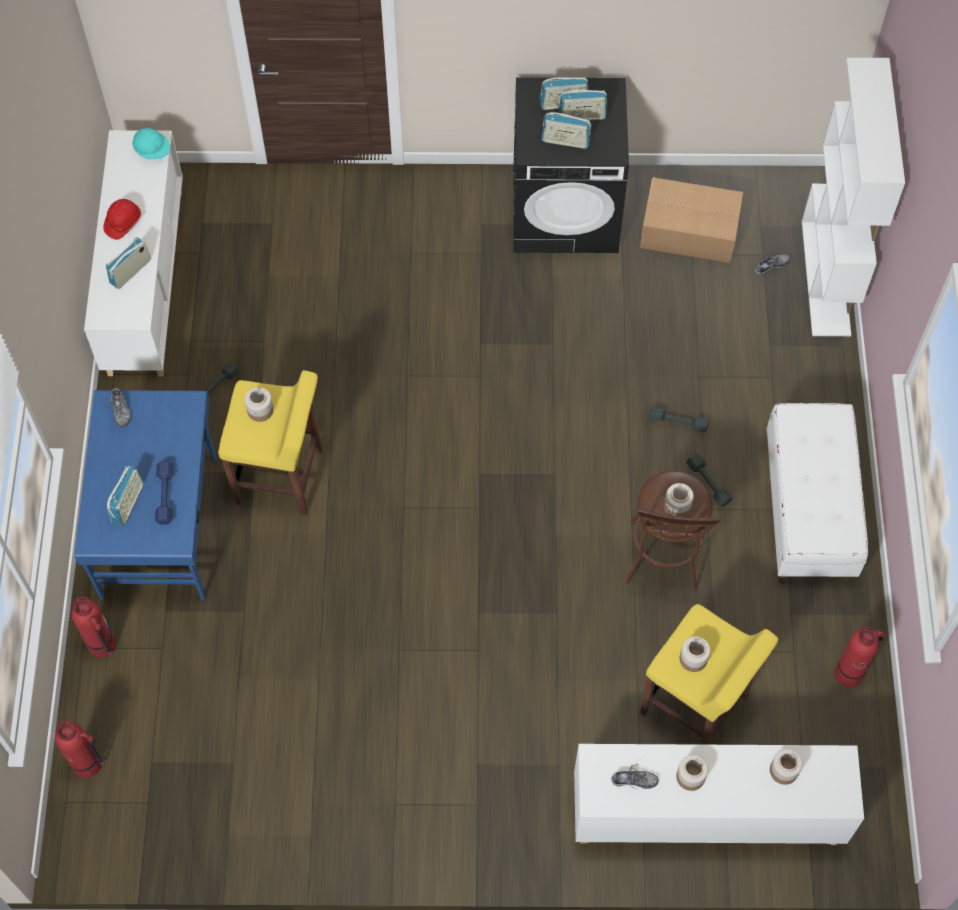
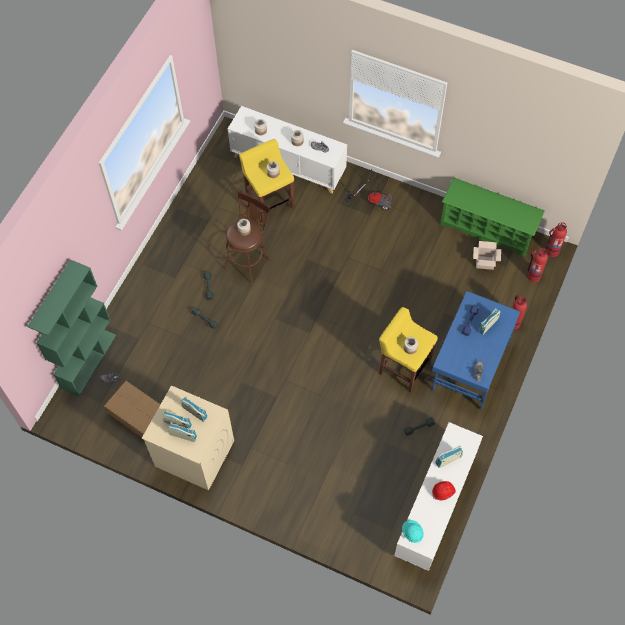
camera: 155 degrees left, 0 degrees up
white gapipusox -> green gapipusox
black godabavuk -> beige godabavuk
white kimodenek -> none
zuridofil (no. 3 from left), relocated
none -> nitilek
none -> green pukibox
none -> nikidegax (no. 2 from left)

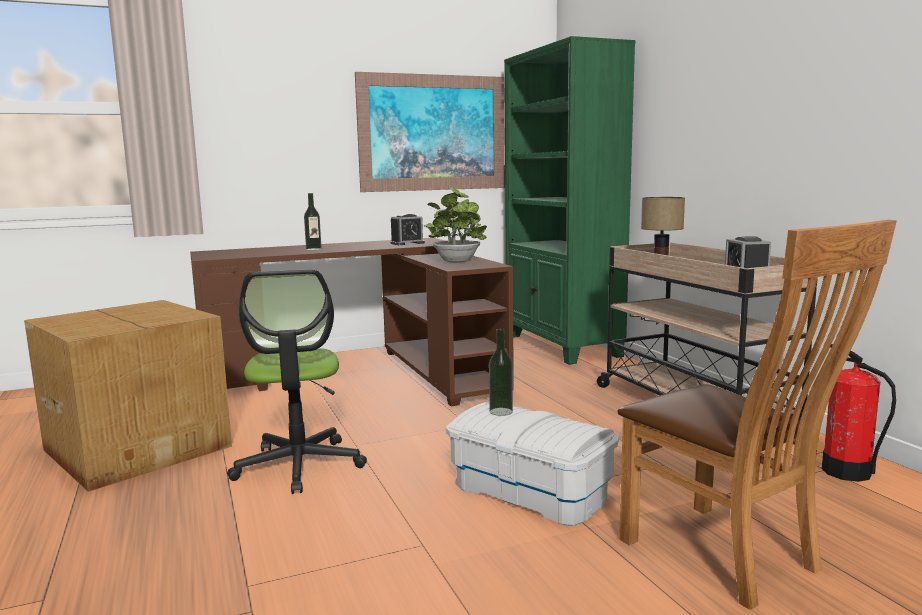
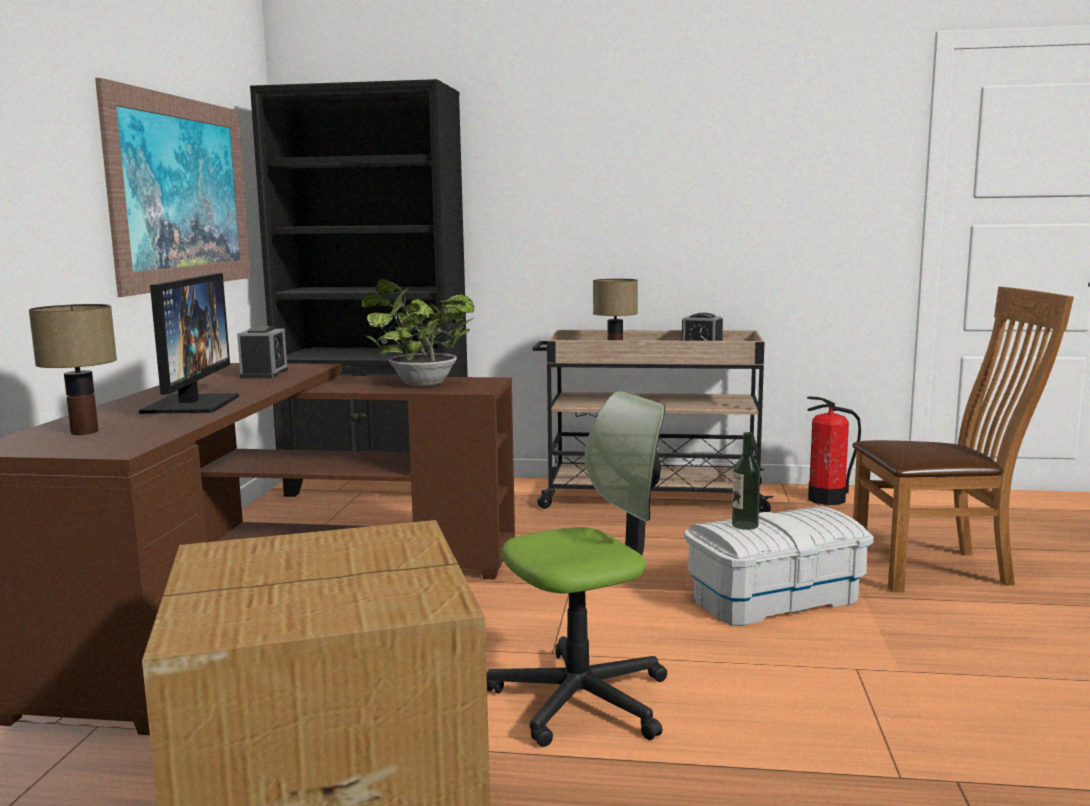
camera: 60 degrees left, 0 degrees up
green gapipusox -> black gapipusox
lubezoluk (no. 1 from left) -> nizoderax
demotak, 45 degrees counterclockwise
none -> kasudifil (no. 1 from left)

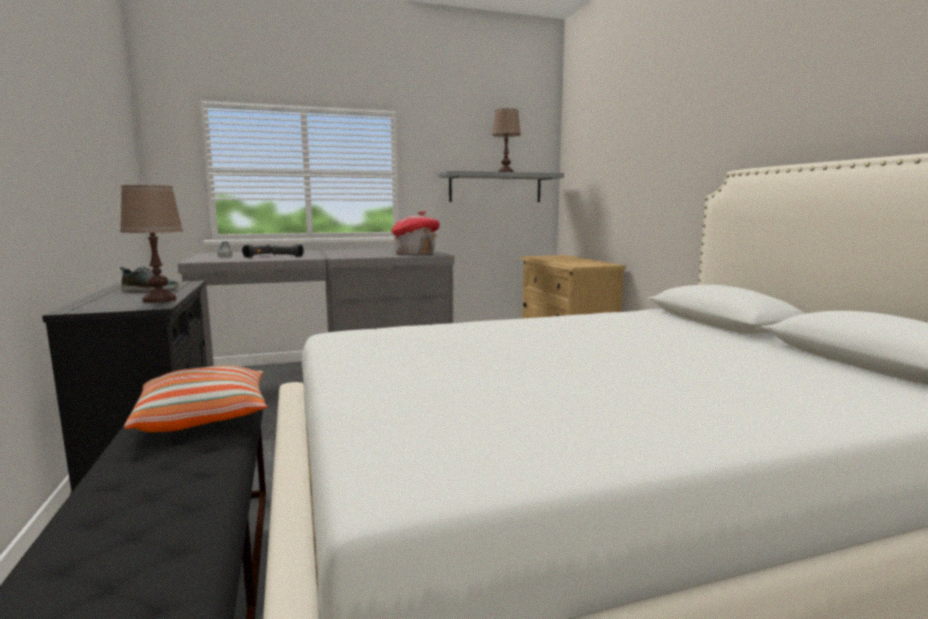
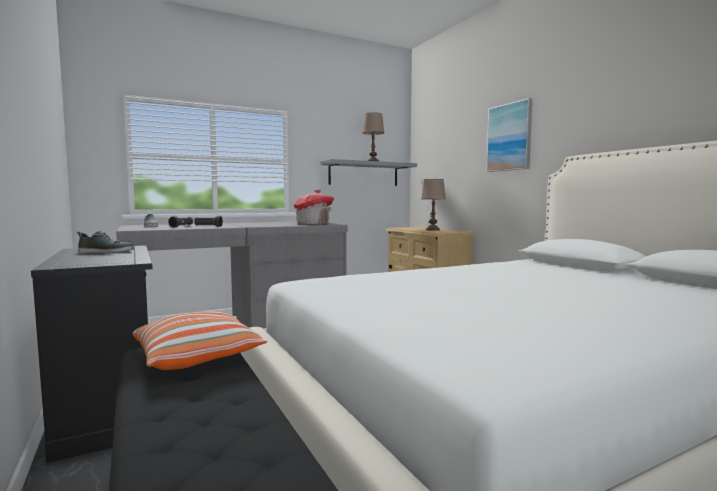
camera: 10 degrees left, 5 degrees down
brown kasudifil (no. 1 from left in the first image) -> brown kasudifil (no. 2 from left), relocated
none -> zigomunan

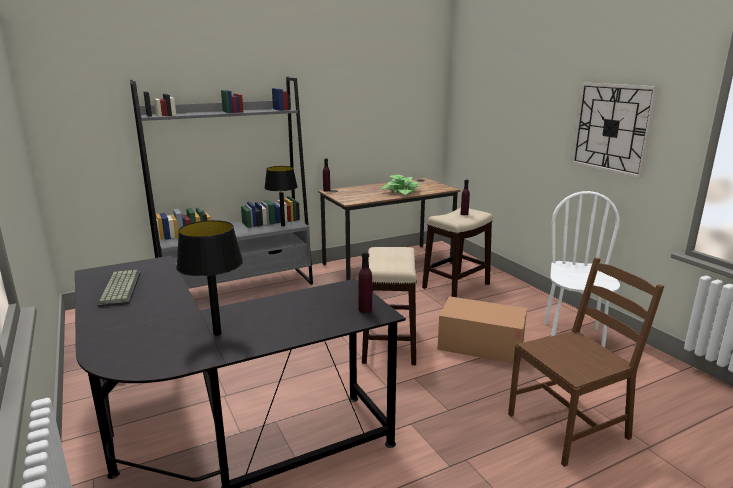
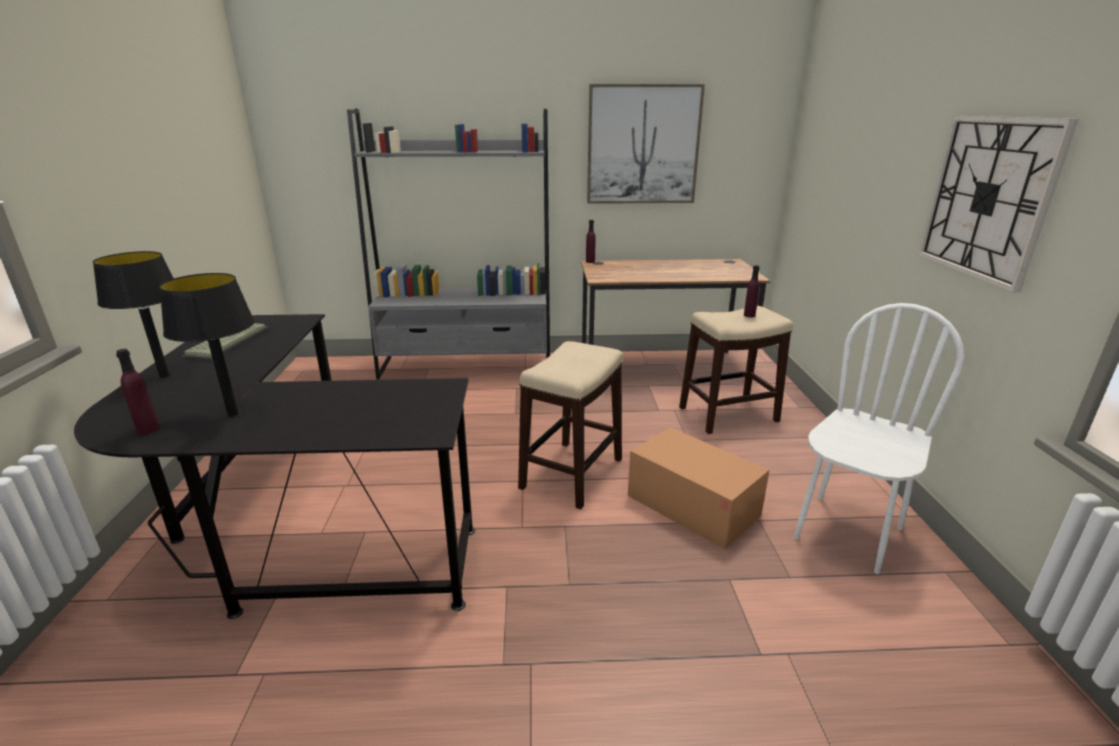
camera: 25 degrees right, 5 degrees up
black kasudifil (no. 2 from left in the first image) -> black kasudifil (no. 1 from left), relocated
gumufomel -> none
purple lubezoluk (no. 2 from left in the first image) -> purple lubezoluk (no. 1 from left), relocated
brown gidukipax -> none
none -> zigomunan

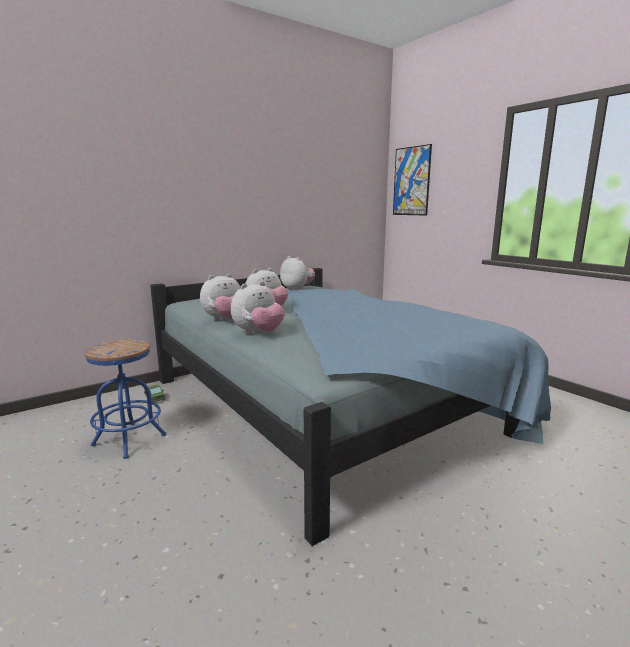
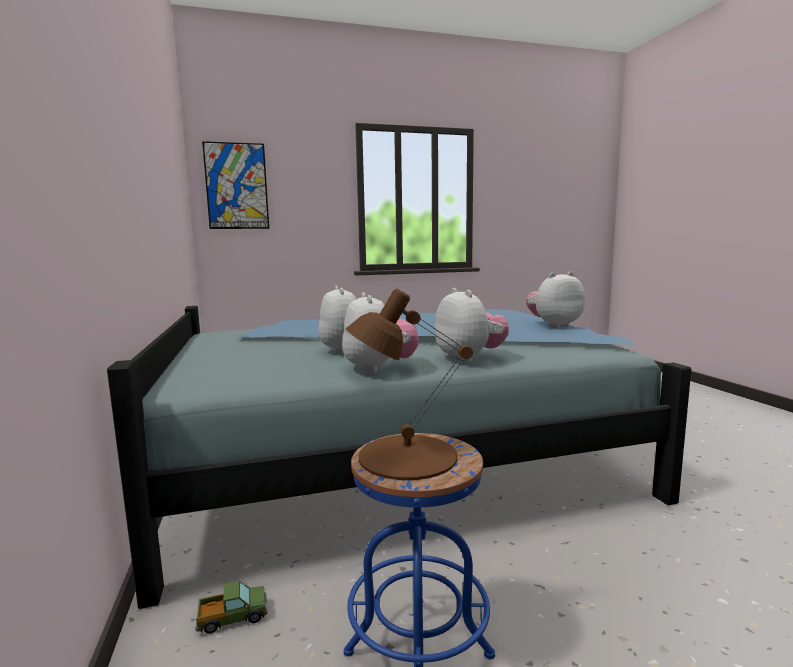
camera: 70 degrees left, 5 degrees down
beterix (no. 4 from left), relocated
none -> brown kasudifil

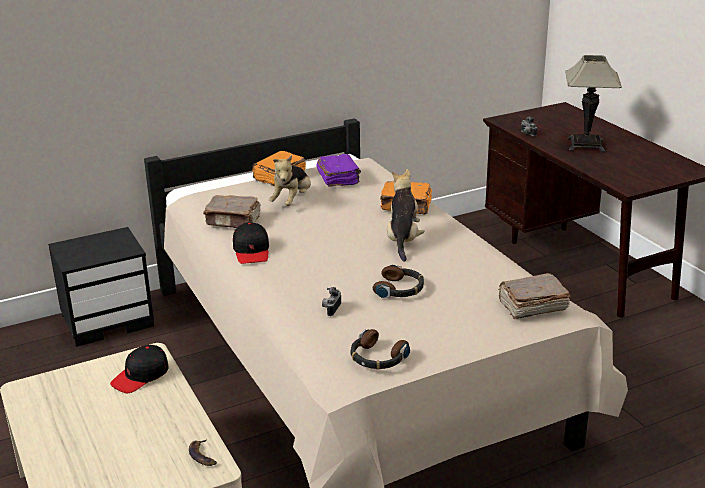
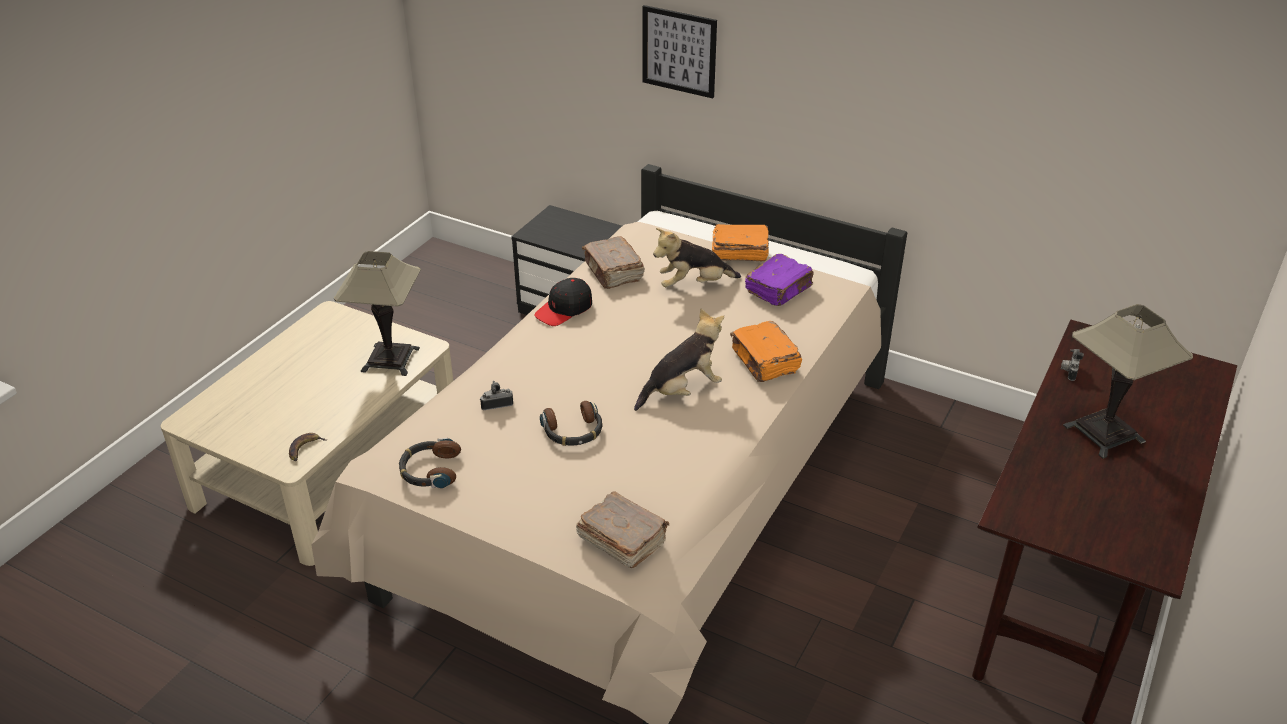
camera: 55 degrees right, 10 degrees up
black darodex (no. 1 from left) -> kasudifil (no. 1 from left)
none -> zigomunan

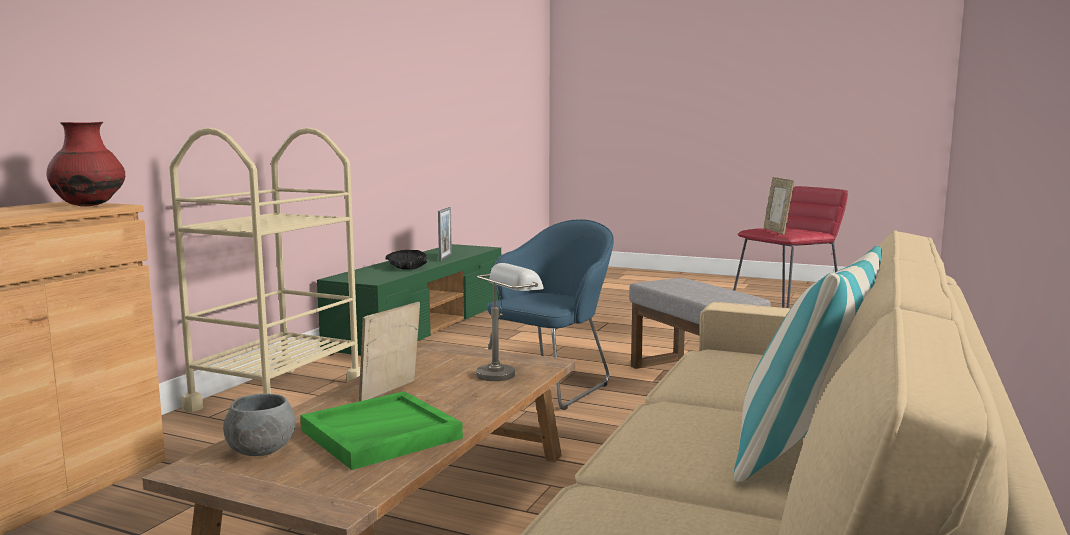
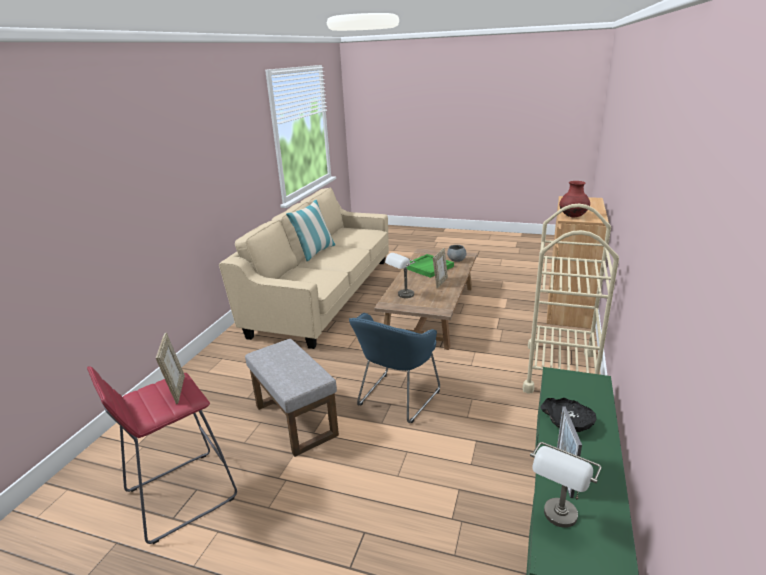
camera: 175 degrees right, 15 degrees up
none -> grey kasudifil (no. 2 from left)

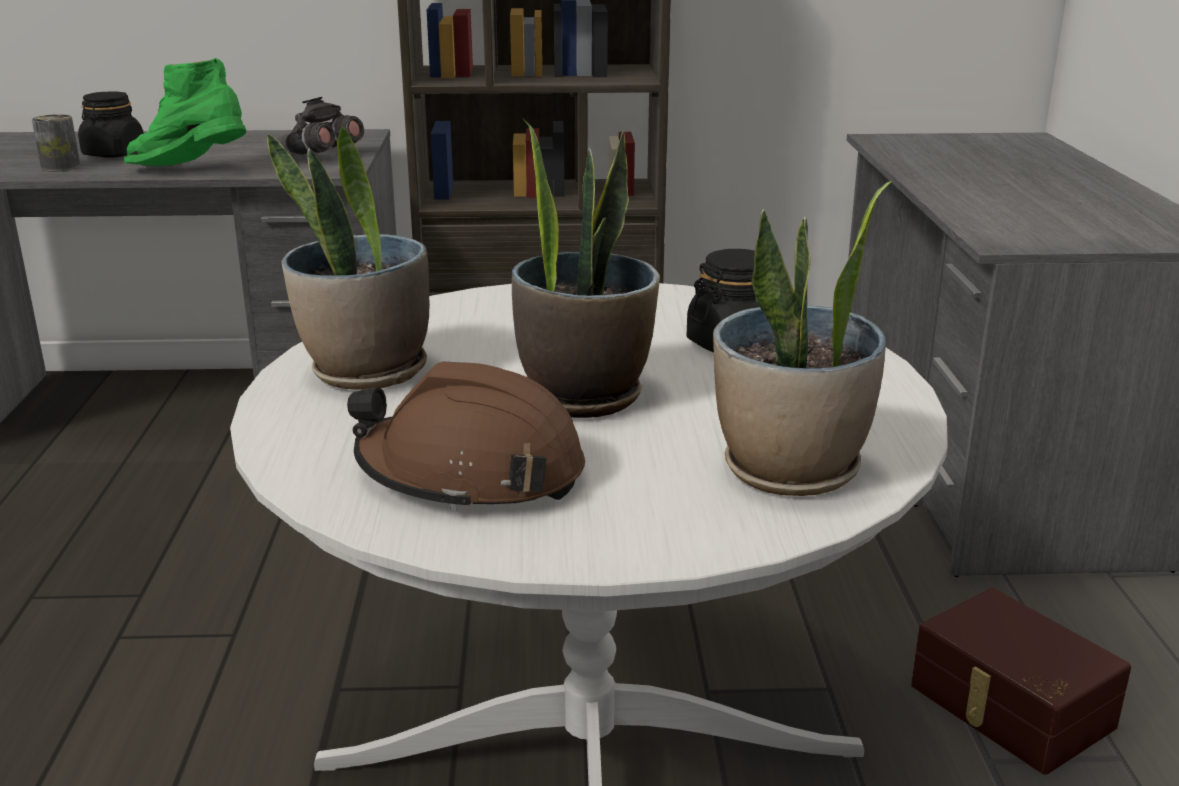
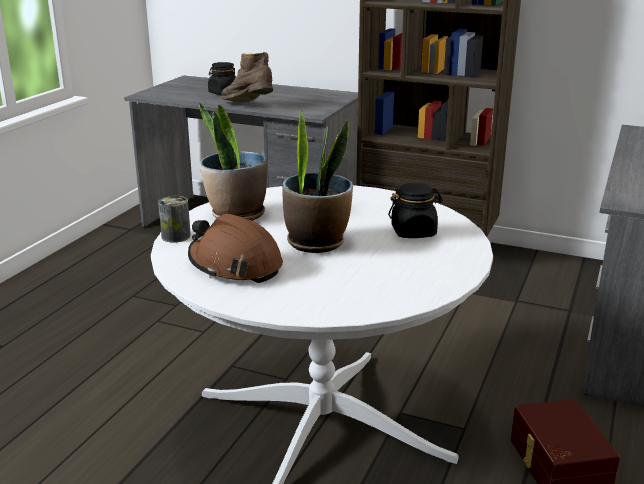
camera: 25 degrees right, 0 degrees up
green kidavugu -> brown kidavugu
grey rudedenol -> none
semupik, relocated
gumufomel (no. 3 from left) -> none

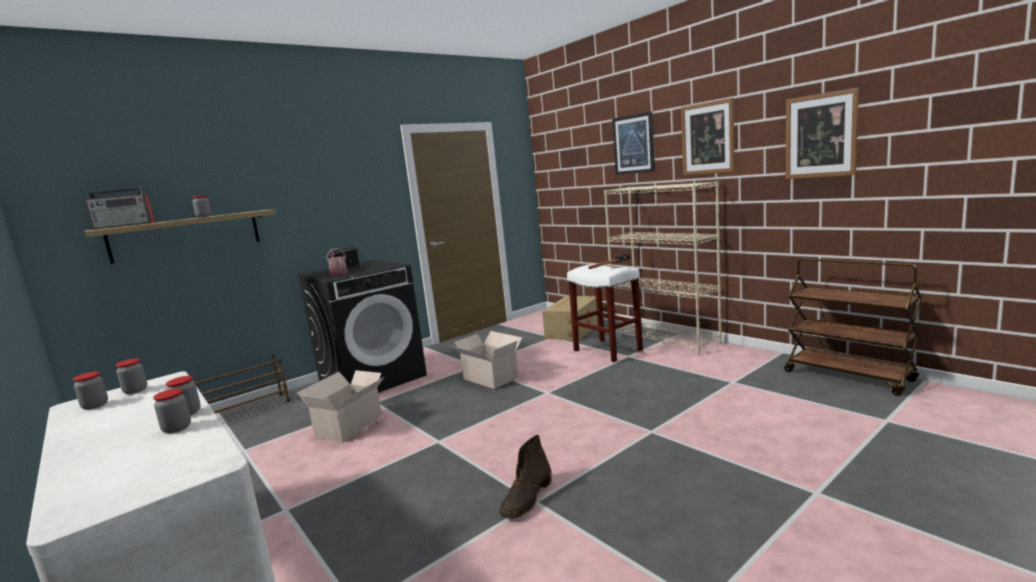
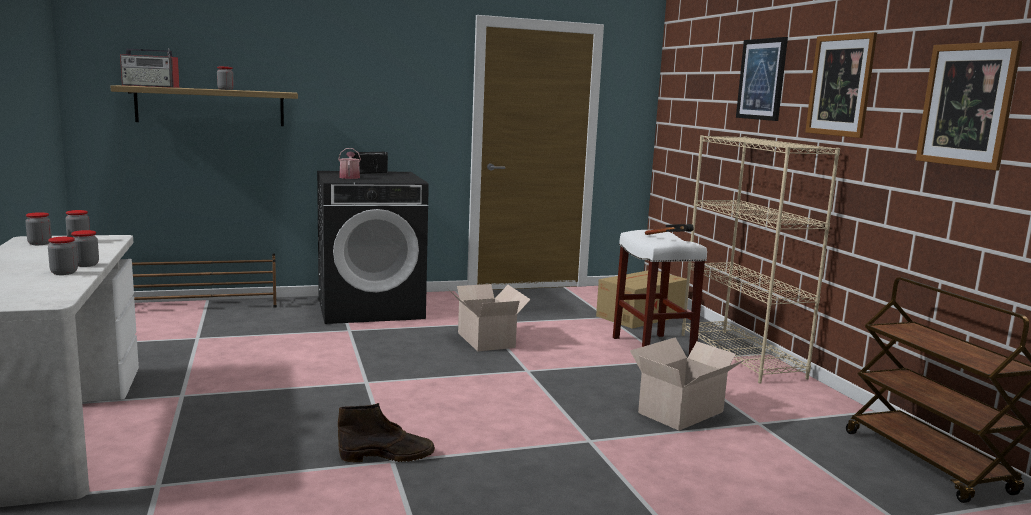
camera: 20 degrees right, 0 degrees up
nikidegax (no. 1 from left in the first image) -> nikidegax (no. 3 from left), relocated
brown kidavugu, 150 degrees counterclockwise

